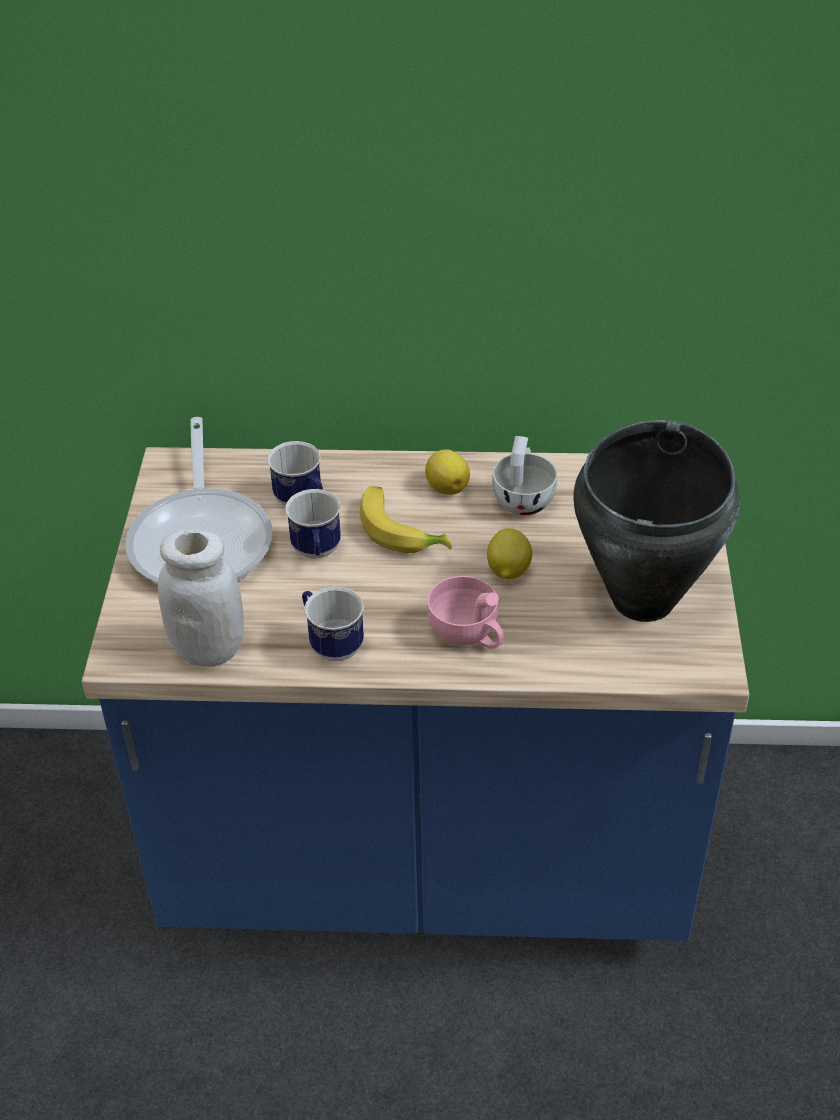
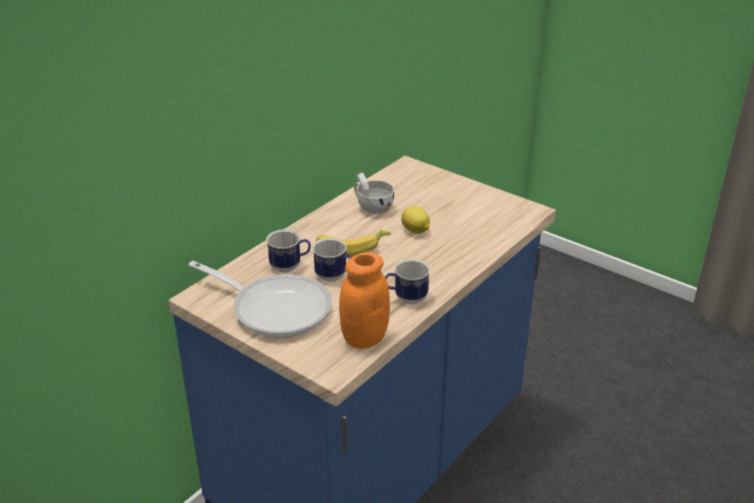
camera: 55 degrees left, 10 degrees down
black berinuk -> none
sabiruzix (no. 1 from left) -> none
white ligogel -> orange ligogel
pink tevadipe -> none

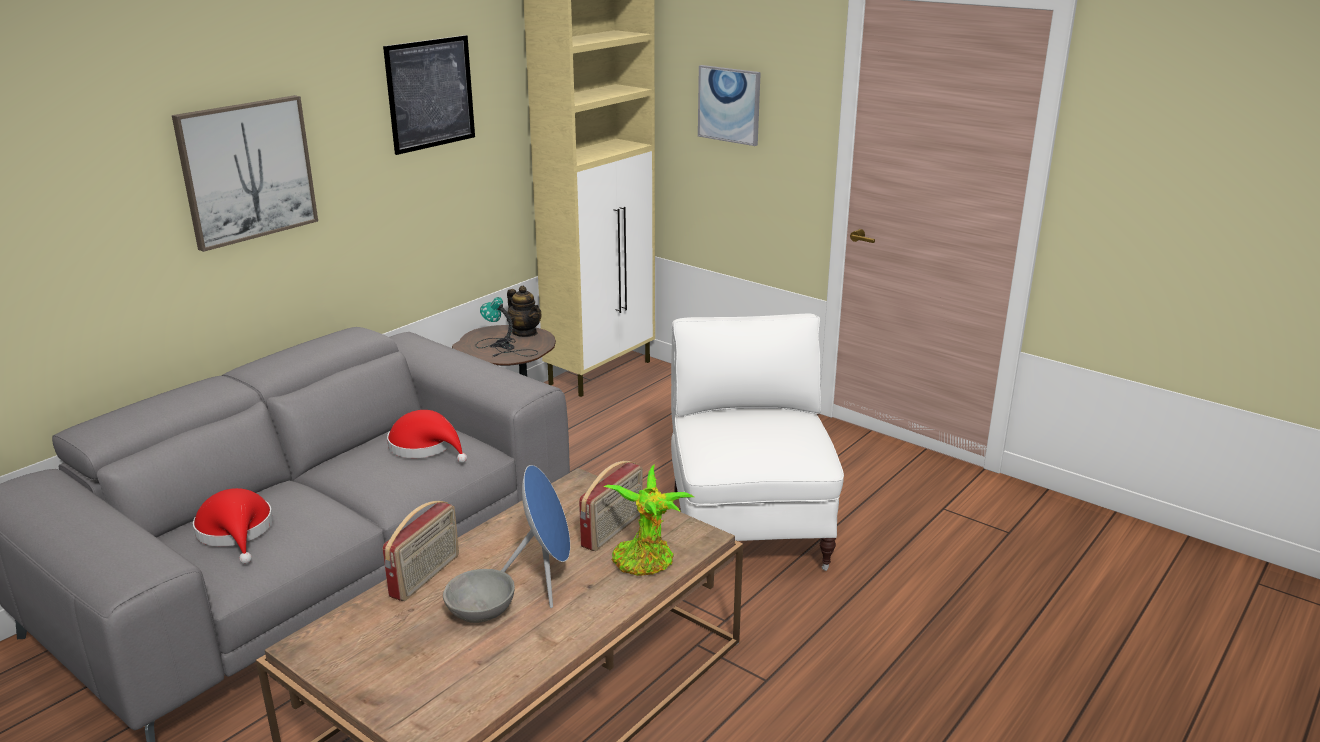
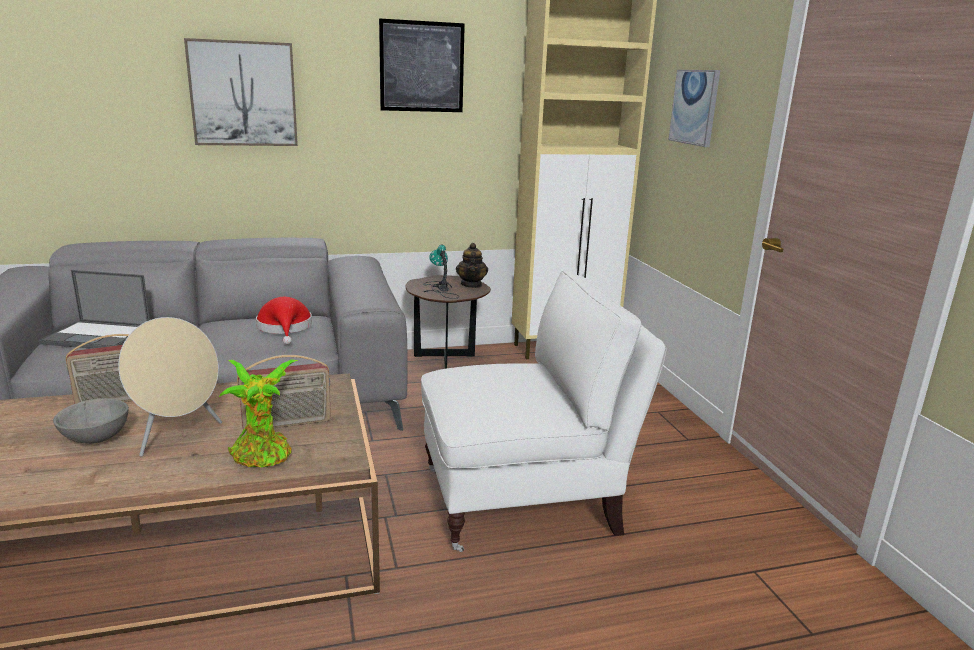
camera: 35 degrees right, 5 degrees down
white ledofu, 45 degrees clockwise
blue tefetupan -> beige tefetupan
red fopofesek (no. 1 from left) -> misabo

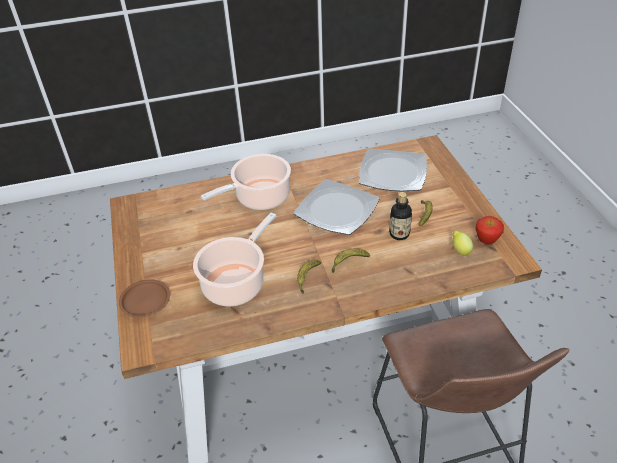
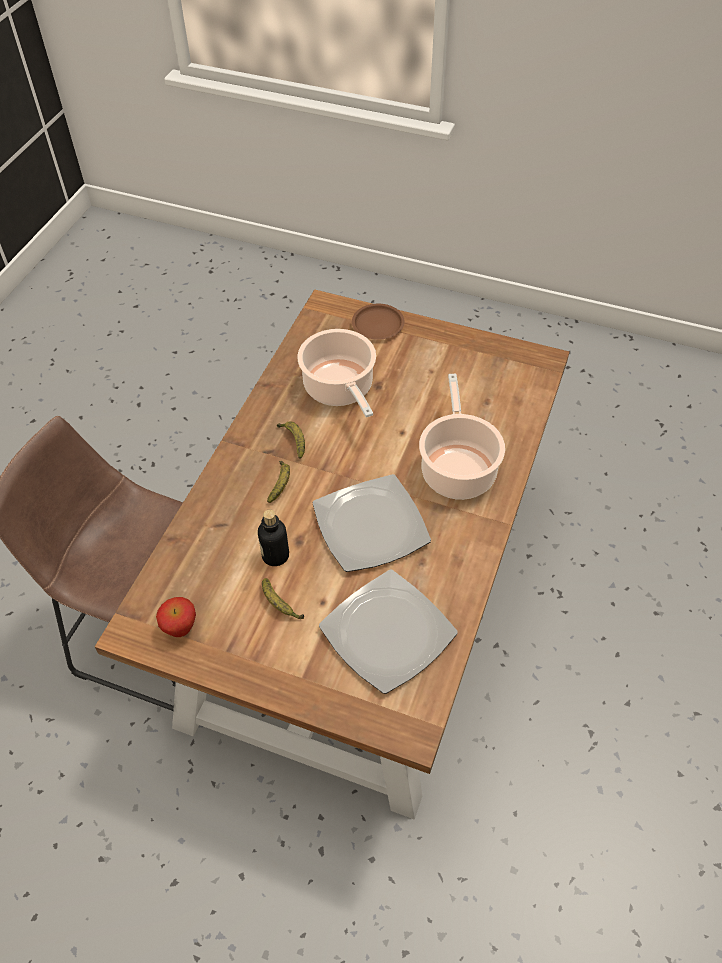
camera: 125 degrees right, 10 degrees up
sabiruzix -> none

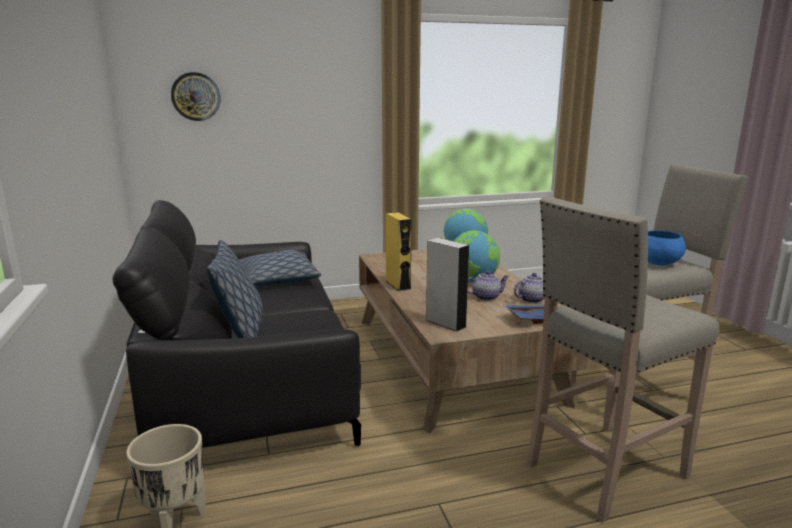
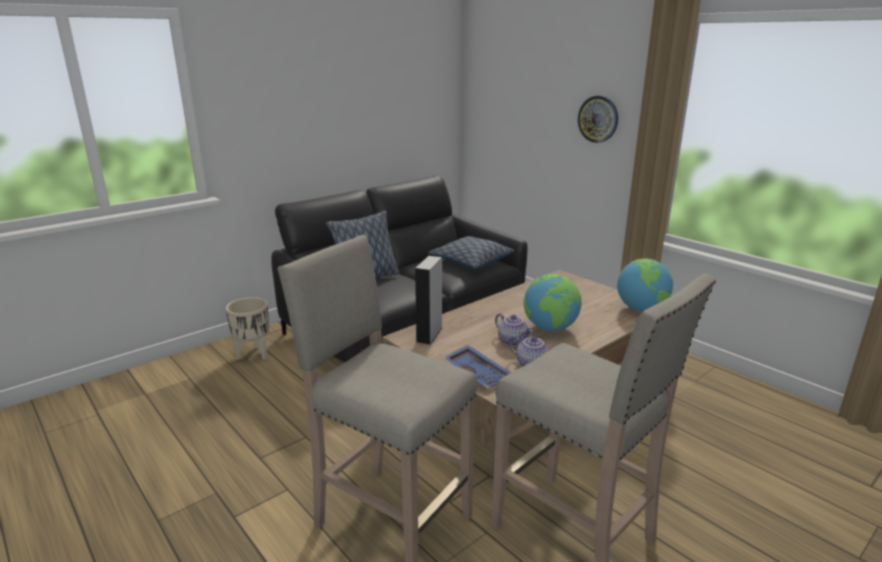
camera: 65 degrees right, 5 degrees up
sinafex, relocated
yellow tefetupan -> none
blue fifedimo -> none

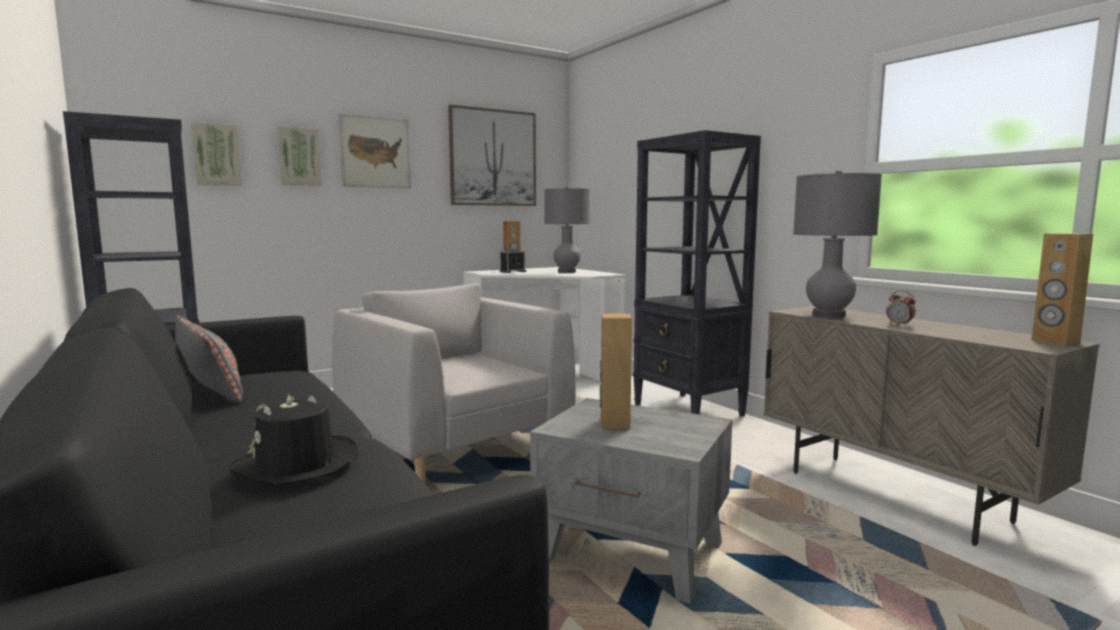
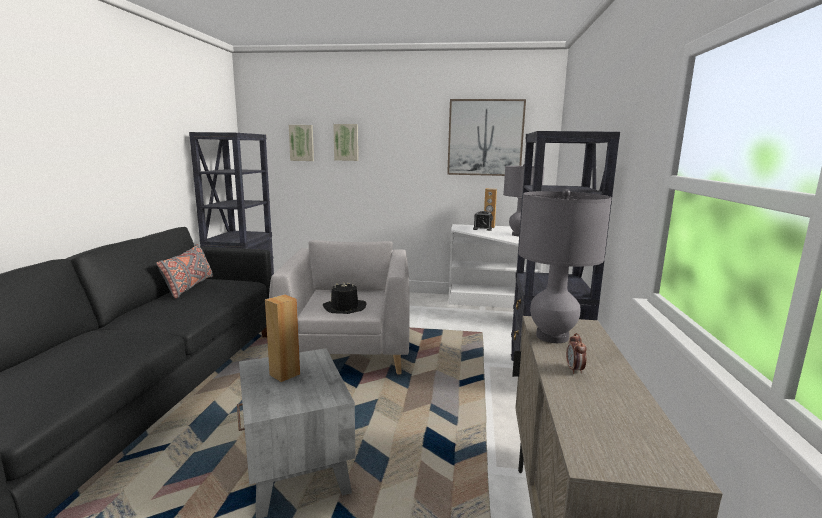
camera: 40 degrees right, 5 degrees up
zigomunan (no. 3 from left) -> none
brown tefetupan (no. 3 from left) -> none
black fopofesek, relocated

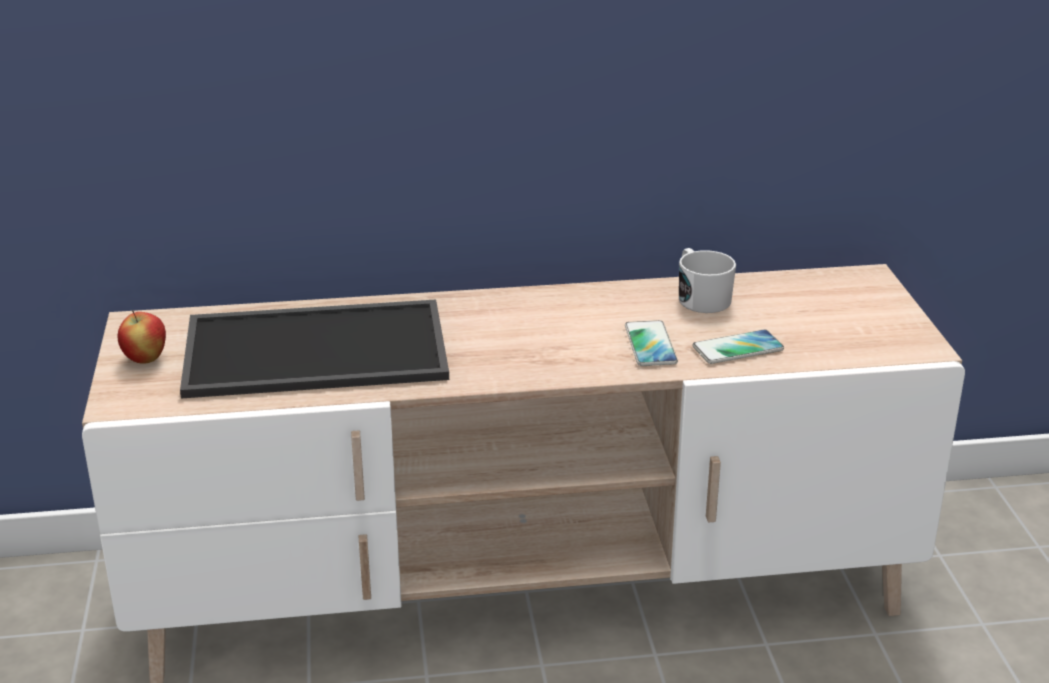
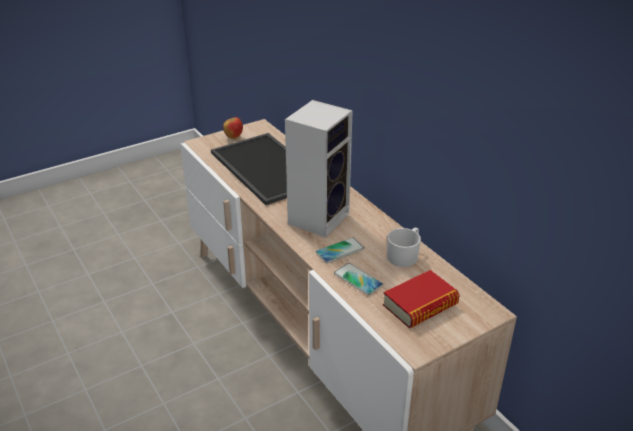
camera: 65 degrees right, 5 degrees up
none -> tefetupan
none -> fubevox

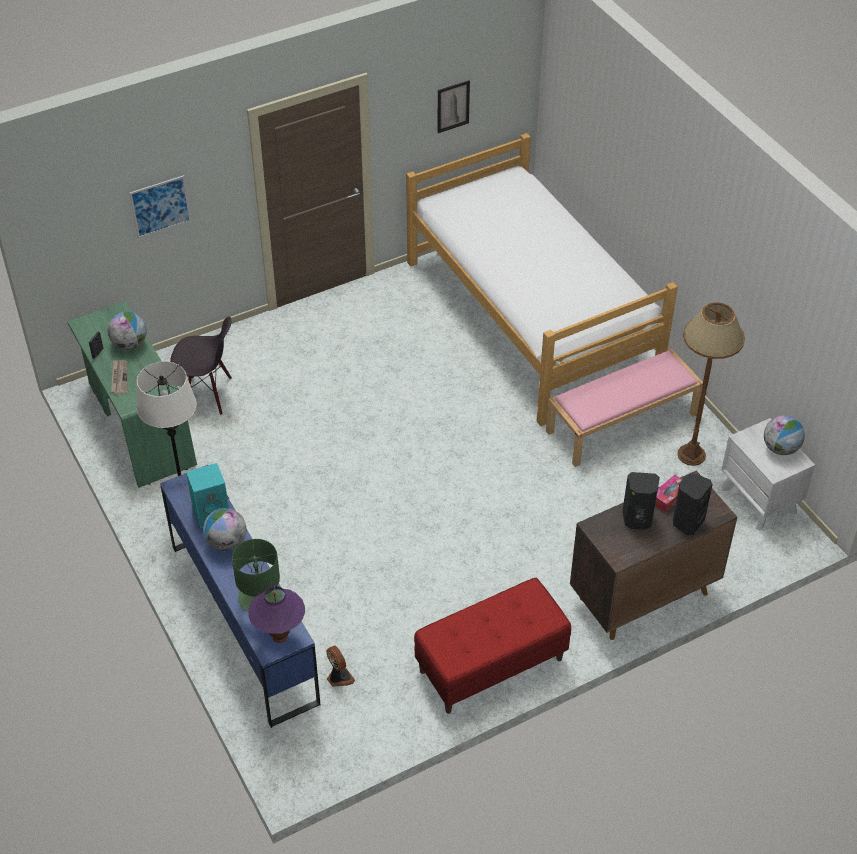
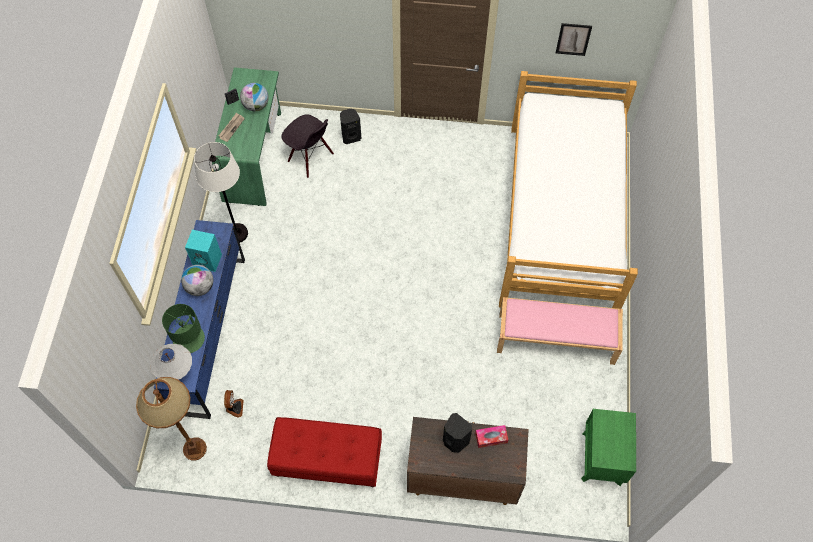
camera: 35 degrees right, 15 degrees up
zigomunan (no. 1 from left) -> none
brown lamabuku, relocated
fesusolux (no. 3 from left) -> none
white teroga -> green teroga
black tefetupan (no. 2 from left in the first image) -> black tefetupan (no. 1 from left), relocated
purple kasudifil -> white kasudifil

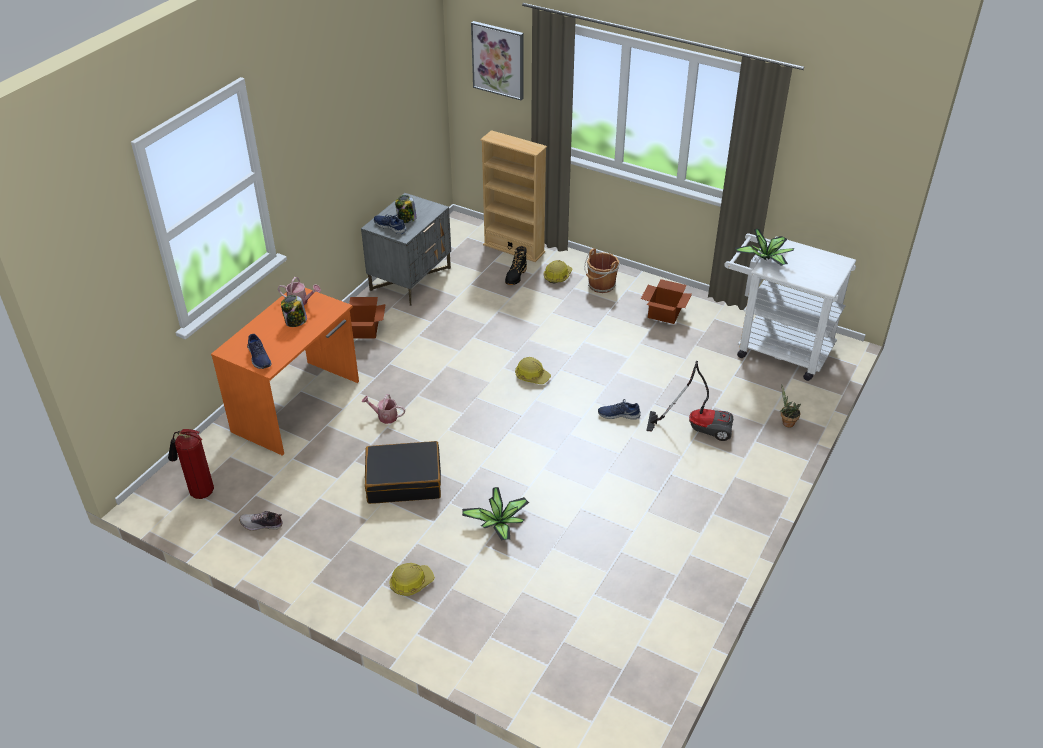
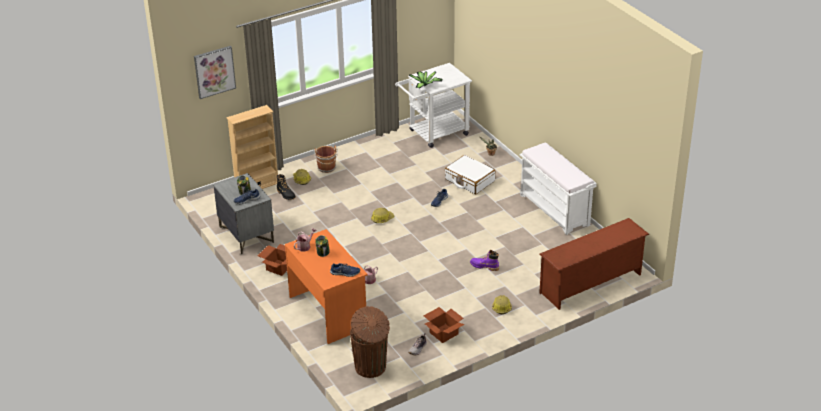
camera: 60 degrees left, 5 degrees down
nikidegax (no. 2 from left), relocated
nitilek -> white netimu
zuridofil -> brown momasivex
black netimu -> none
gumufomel (no. 1 from left) -> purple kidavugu
none -> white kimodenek
none -> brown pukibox

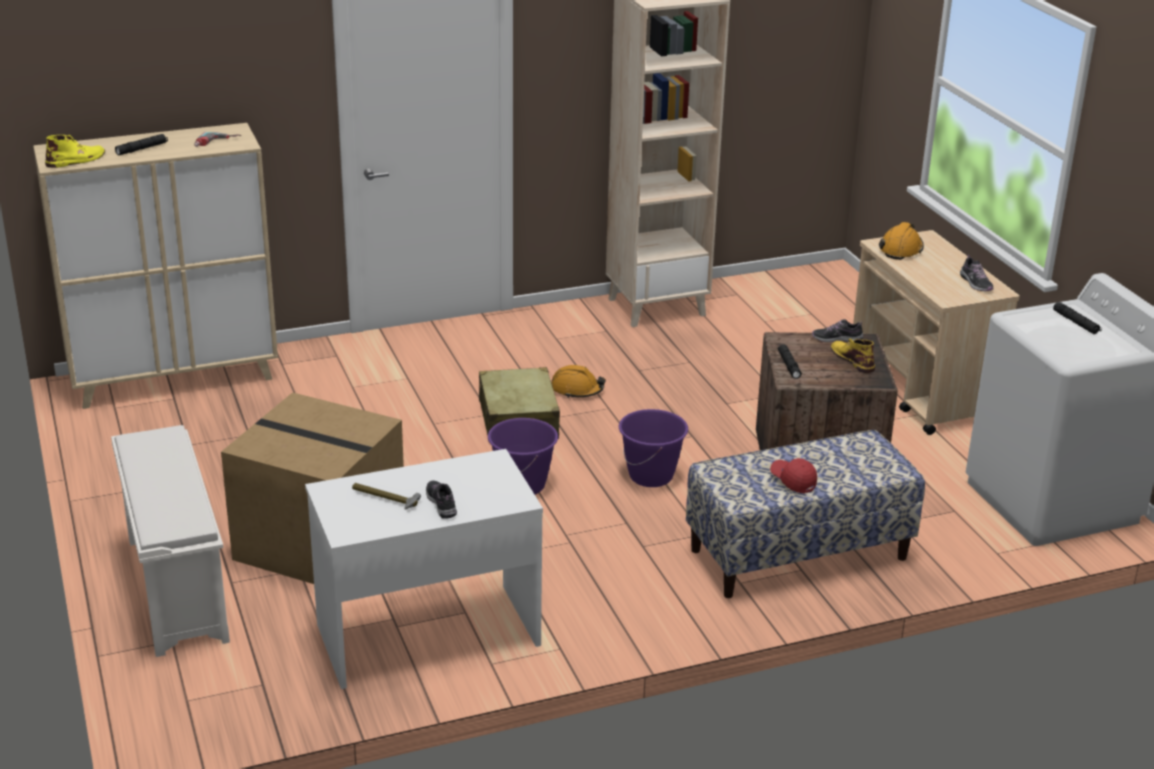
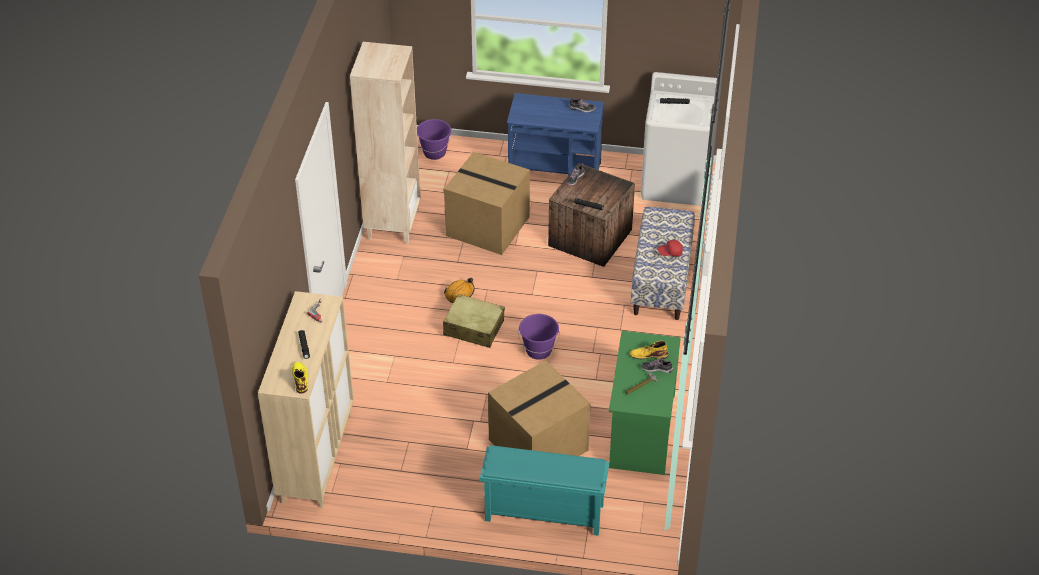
camera: 60 degrees left, 15 degrees up
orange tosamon (no. 2 from left) -> none
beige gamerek -> blue gamerek
yellow kidavugu (no. 2 from left), relocated
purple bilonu (no. 2 from left in the first image) -> purple bilonu (no. 1 from left), relocated
white pukibox -> turquoise pukibox
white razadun -> green razadun
none -> nikidegax (no. 1 from left)

